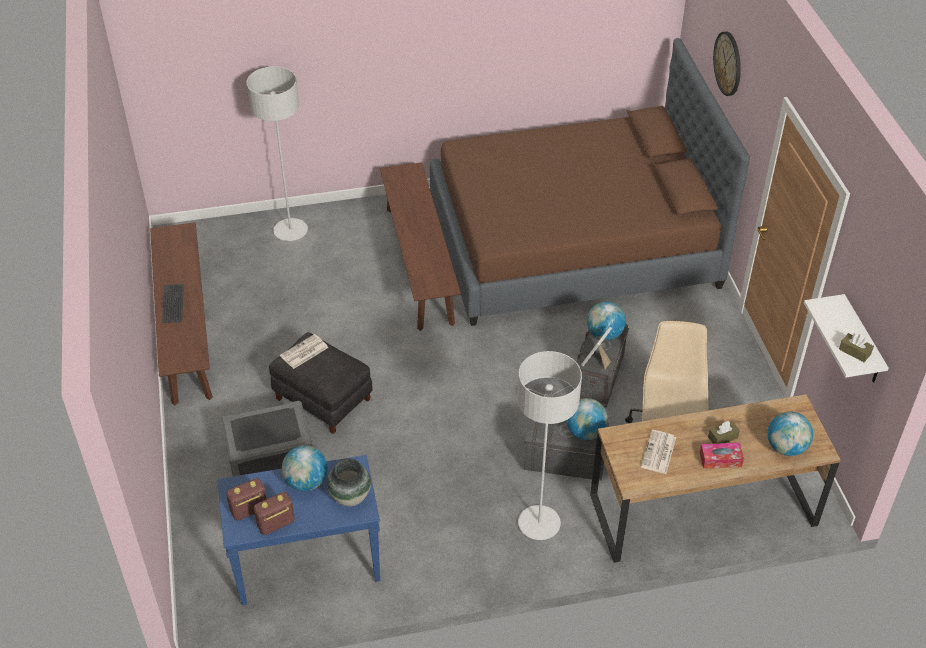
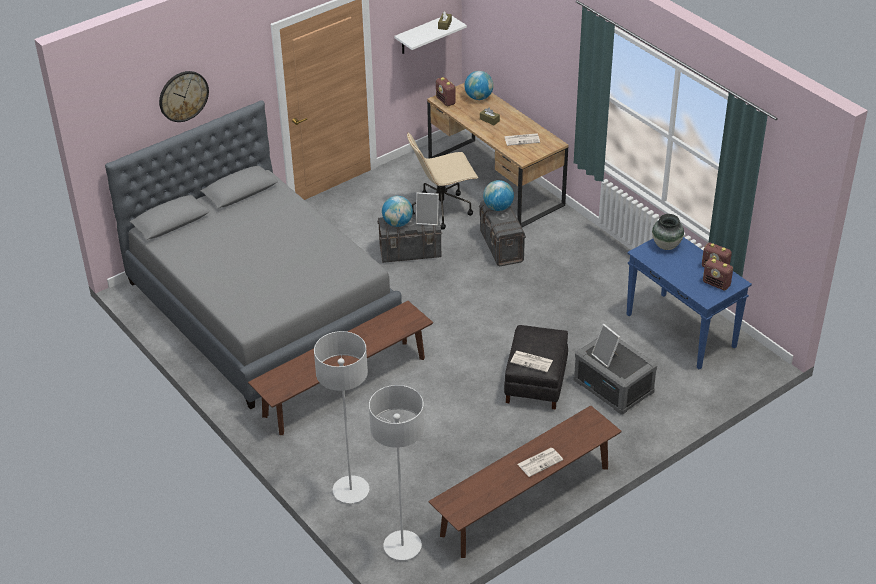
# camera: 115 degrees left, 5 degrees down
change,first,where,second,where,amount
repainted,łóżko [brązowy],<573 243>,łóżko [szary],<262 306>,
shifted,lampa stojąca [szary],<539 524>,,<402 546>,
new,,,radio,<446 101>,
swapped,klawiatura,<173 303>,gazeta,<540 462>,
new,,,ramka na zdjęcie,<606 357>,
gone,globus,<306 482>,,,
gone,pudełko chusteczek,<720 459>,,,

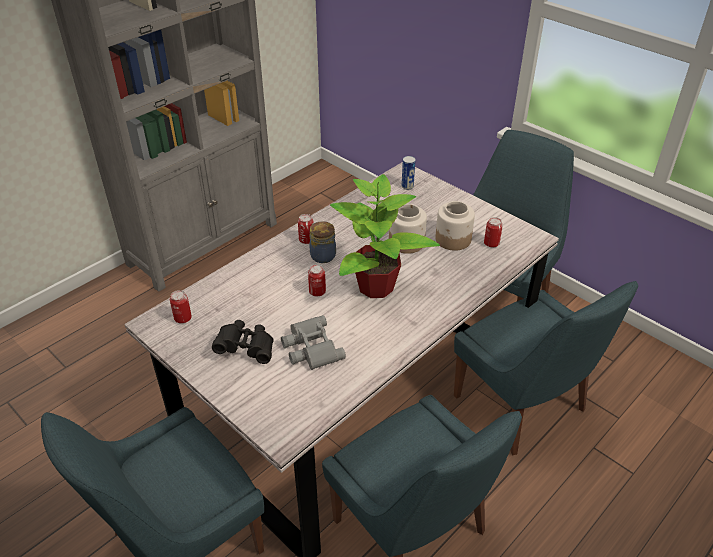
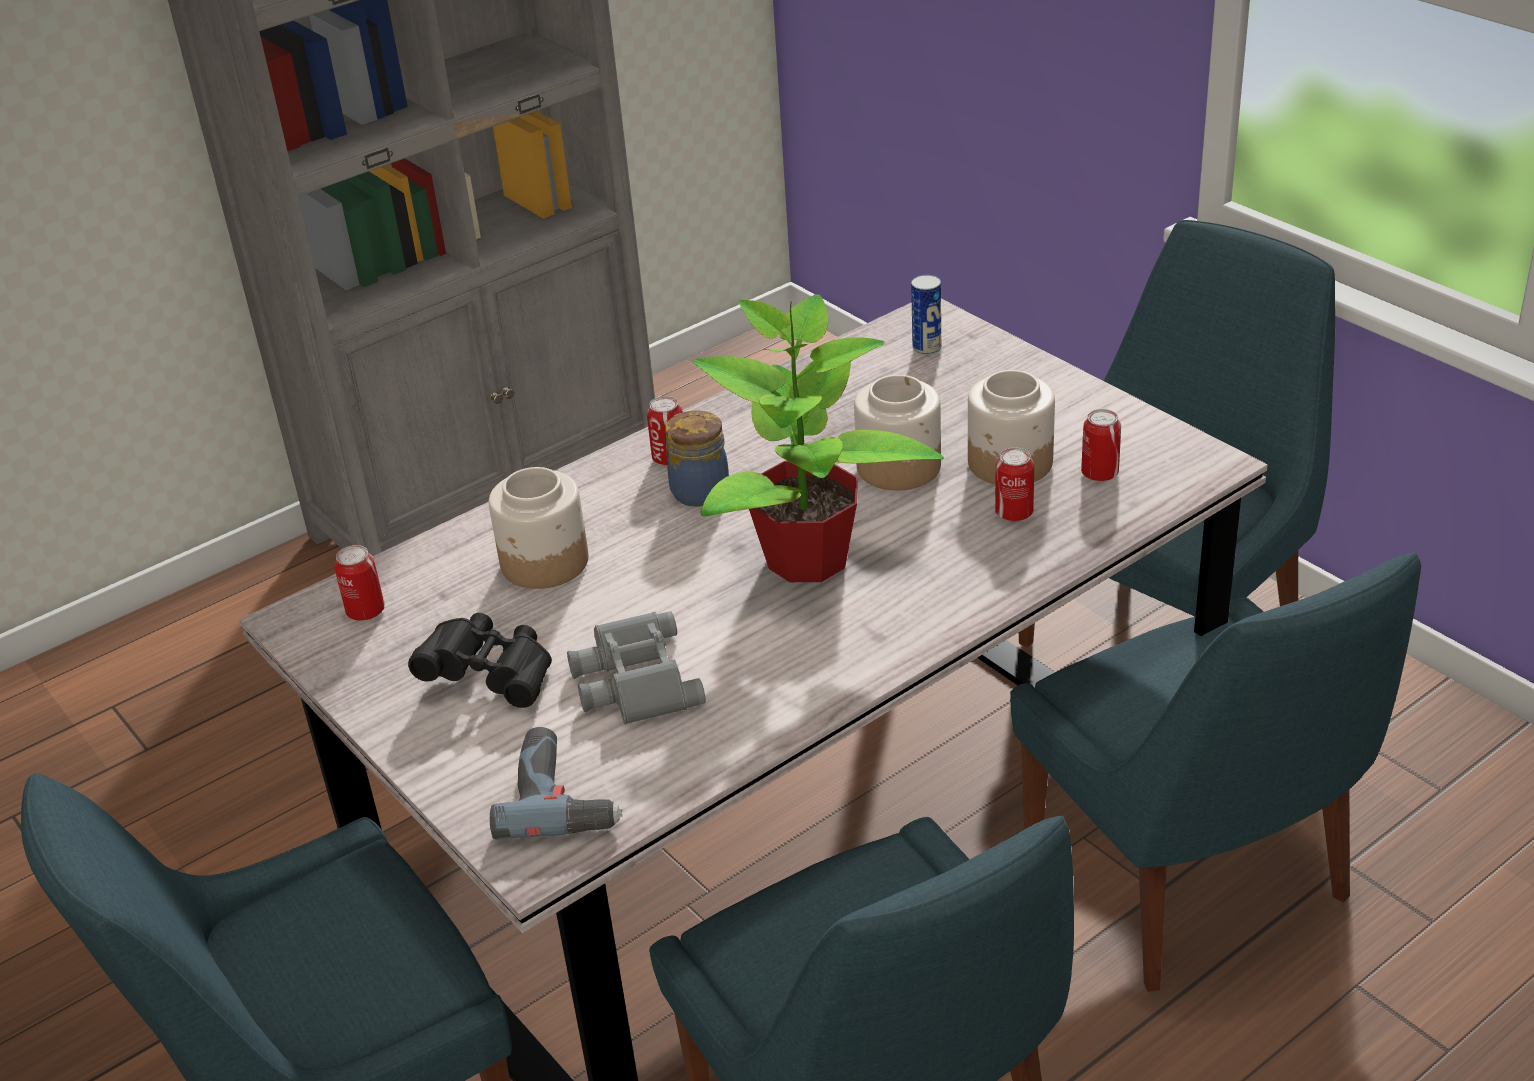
# camera: 10 degrees right, 5 degrees down
change,first,where,second,where,amount
new,,,słoik,<545 563>,
new,,,wiertarka,<562 795>,
shifted,puszka,<317 292>,,<1014 513>,

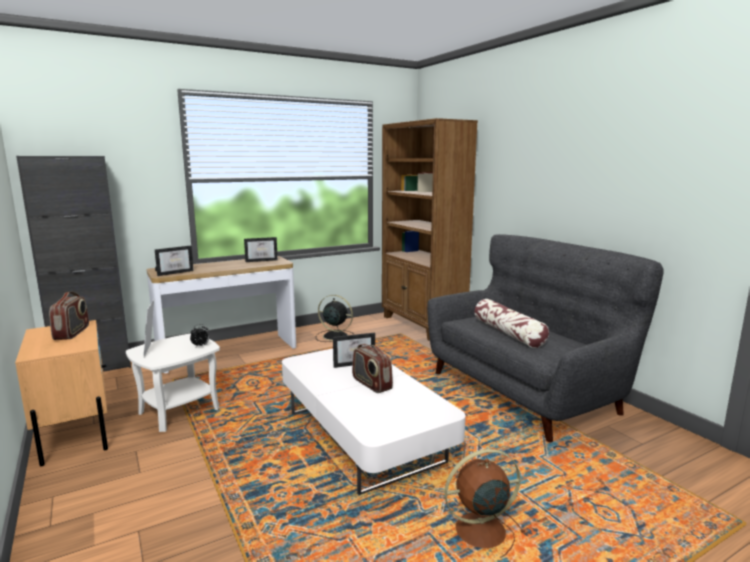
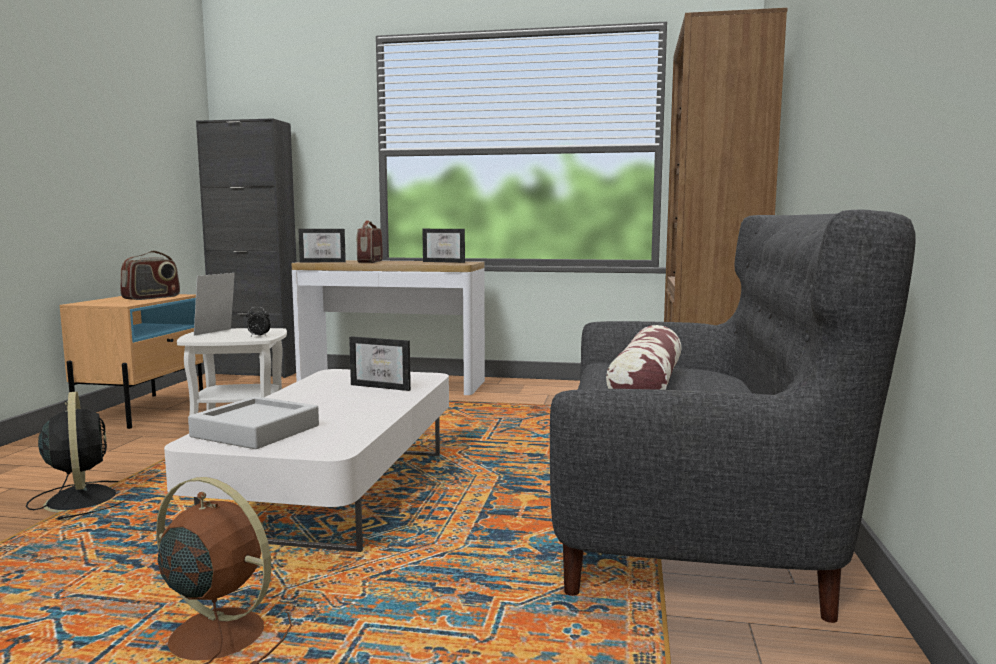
# camera: 40 degrees right, 5 degrees down
change,first,where,second,where,amount
shifted,wentylator [czarny],<334 336>,,<82 498>,
new,,,taca [szary],<256 431>,
shifted,radio,<371 384>,,<370 262>,

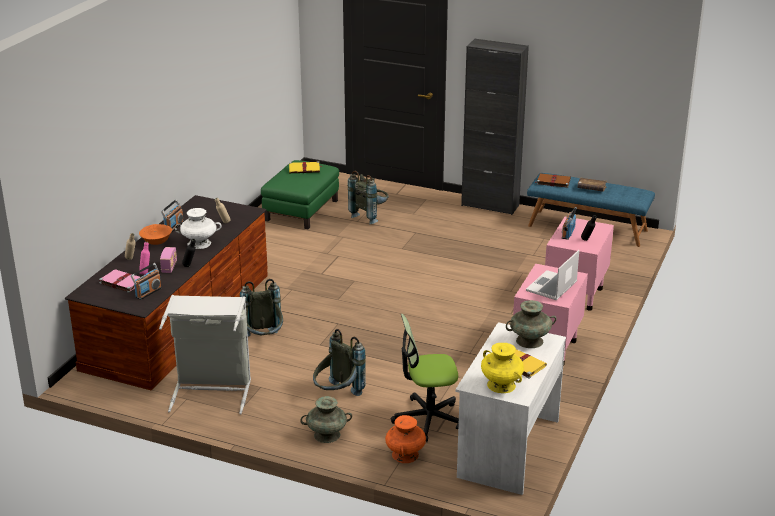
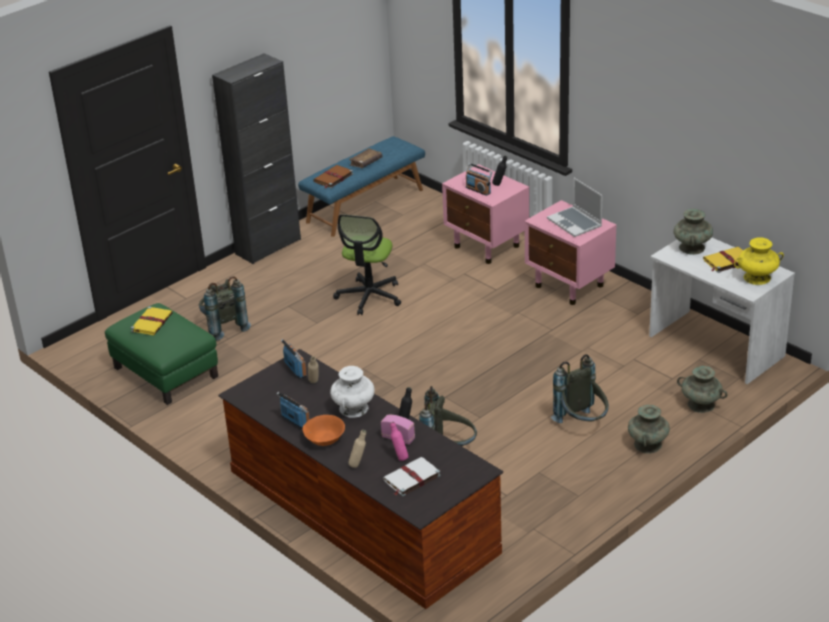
# camera: 65 degrees left, 5 degrees up
change,first,where,second,where,amount
shifted,radio,<148 292>,,<295 370>,
shifted,krzesło biurowe,<428 419>,,<369 297>,
repainted,książka [różowy],<121 282>,książka [biały],<411 478>,
repainted,wazon [pomarańczowy],<405 454>,wazon [turkusowy],<700 404>,
gone,kosz na pranie [szary],<212 390>,,,

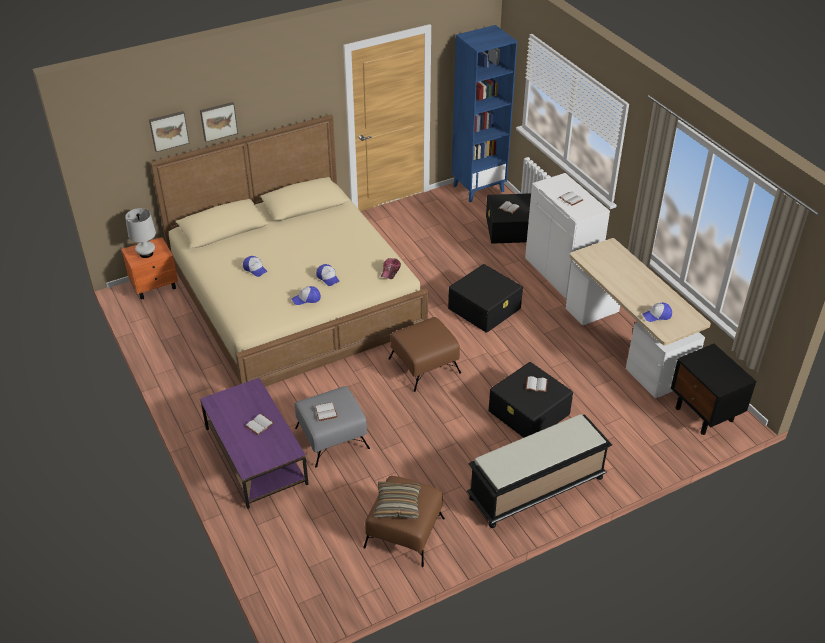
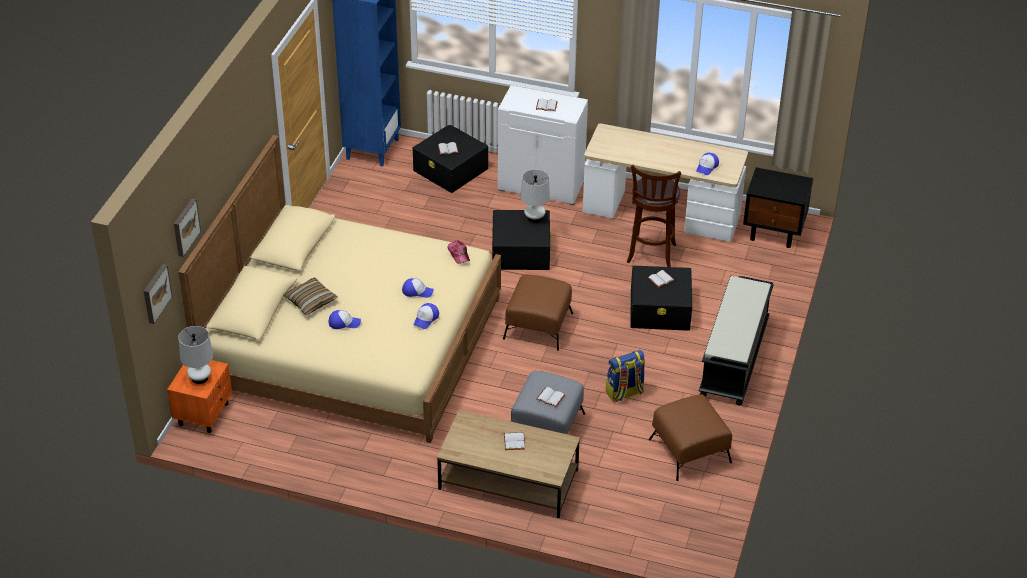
# camera: 45 degrees left, 0 degrees up
change,first,where,second,where,amount
shifted,obraz,<218 121>,,<155 293>,
shifted,poduszka,<398 505>,,<310 301>,
repainted,ława [fioletowy],<256 456>,ława [brązowy],<509 479>,
new,,,lampa stołowa [biały],<534 218>,
new,,,plecak,<624 393>,
new,,,stołek [brązowy],<651 255>,

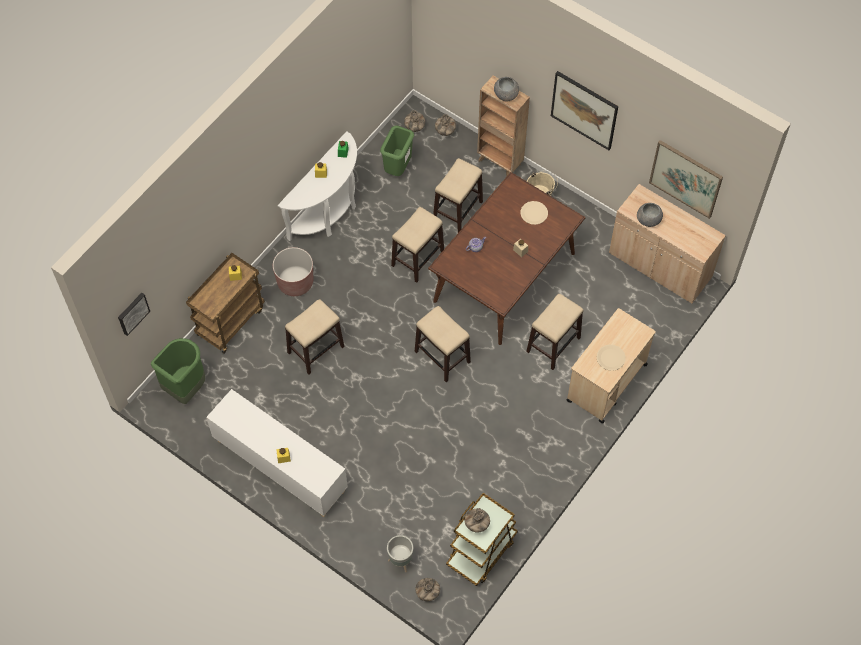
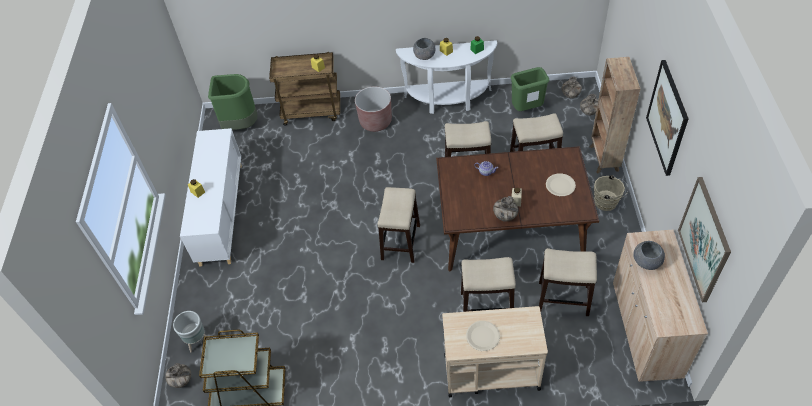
# camera: 55 degrees right, 10 degrees down
change,first,where,second,where,amount
shifted,miska [szary],<506 95>,,<424 56>,
shifted,wazon,<476 524>,,<504 216>,
shifted,stołek,<315 350>,,<563 298>,
gone,obraz,<132 313>,,,

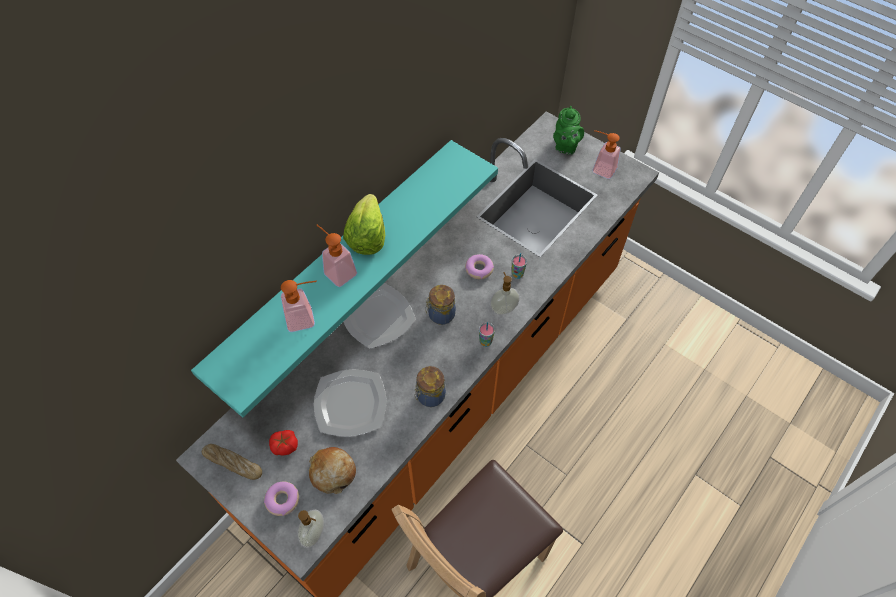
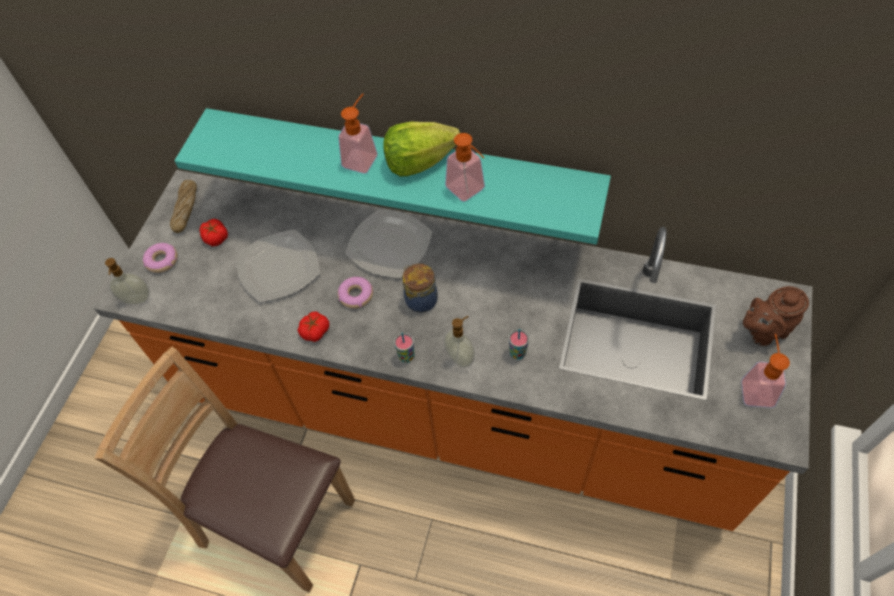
# camera: 70 degrees right, 0 degrees up
change,first,where,second,where,amount
swapped,słoik,<429 396>,pomidor,<315 331>,
shifted,donut,<479 269>,,<356 295>,
shifted,dozownik mydła,<306 318>,,<469 192>,
repainted,imbryk [zielony],<565 147>,imbryk [brązowy],<763 331>,
gone,chleb,<332 472>,,,

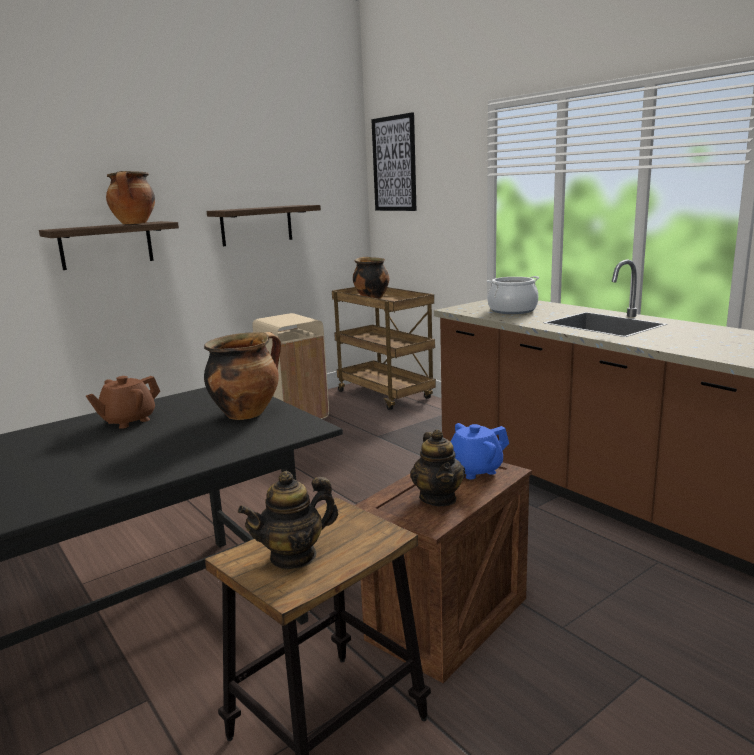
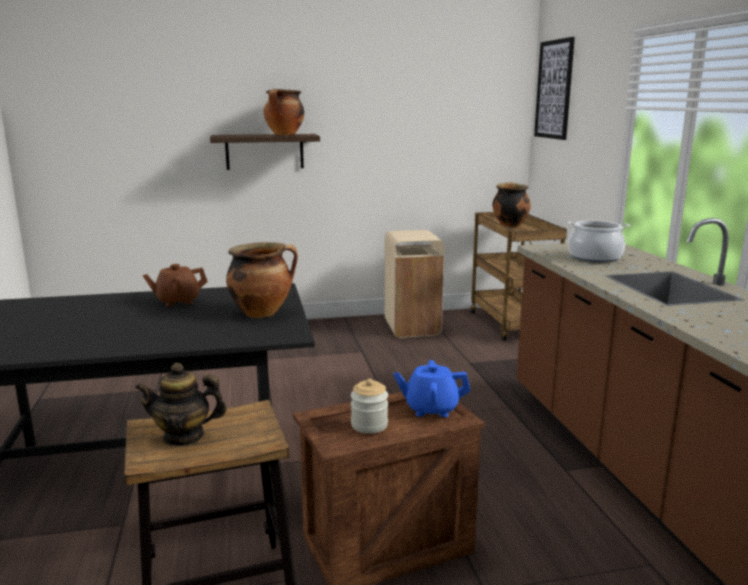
# camera: 25 degrees right, 0 degrees up
change,first,where,second,where,amount
swapped,imbryk,<438 498>,słoik,<369 425>,
gone,półka,<256 225>,,,

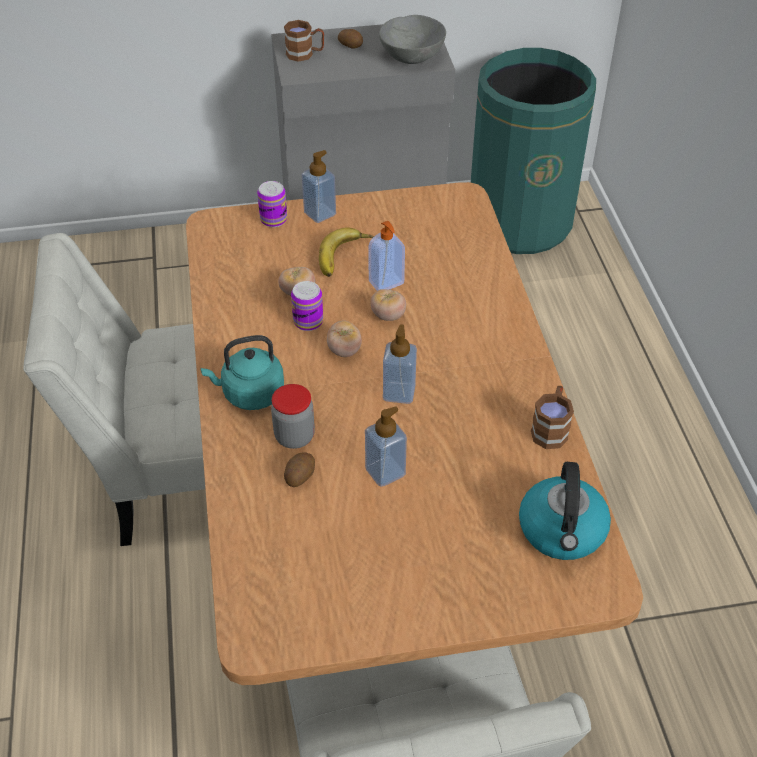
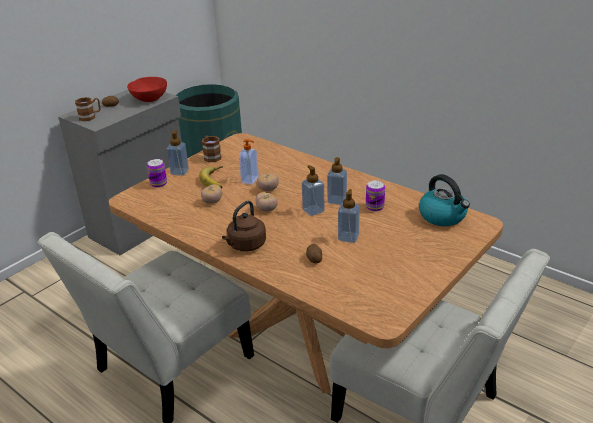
# camera: 40 degrees left, 15 degrees down
change,first,where,second,where,amount
repainted,miska [szary],<411 56>,miska [czerwony],<149 99>,
shifted,kubek [brązowy],<551 428>,,<211 156>,
repainted,czajnik [turkusowy],<250 394>,czajnik [brązowy],<245 245>,
new,,,dozownik mydła,<337 200>,
shifted,puszka,<308 321>,,<374 207>,
gone,słoik,<294 436>,,,

